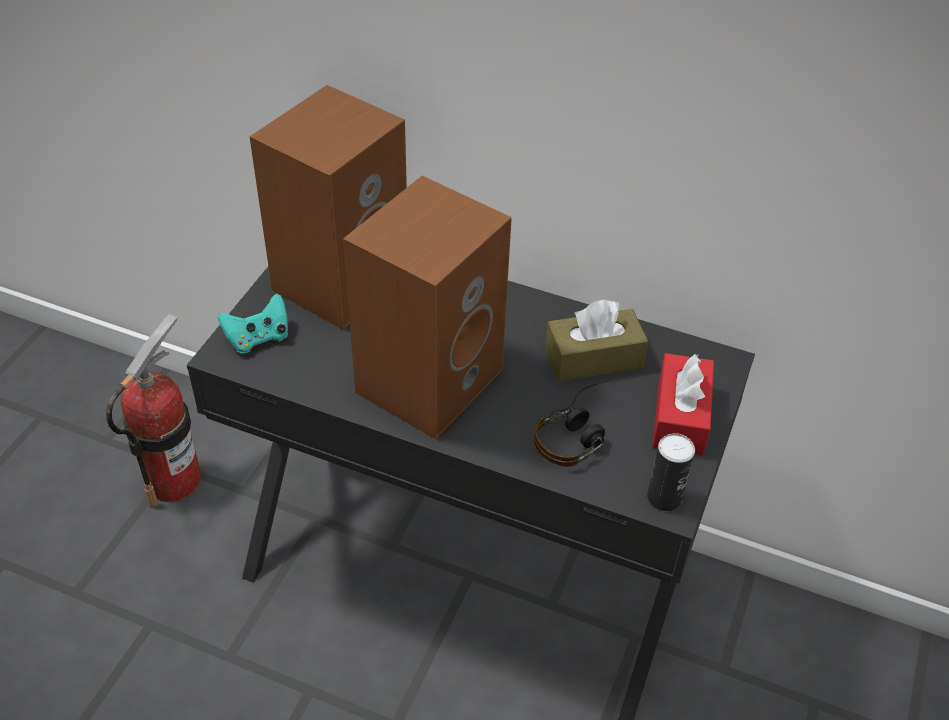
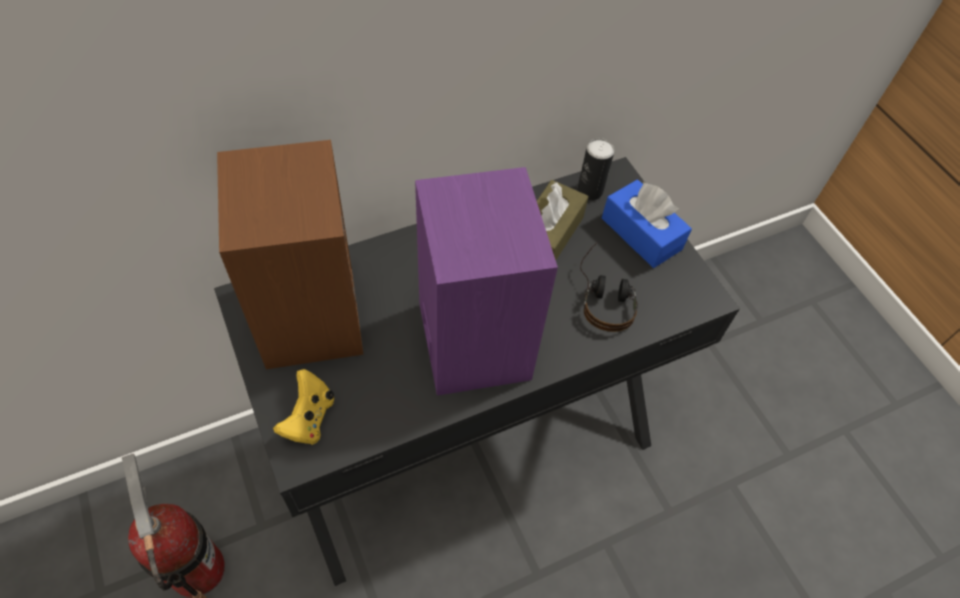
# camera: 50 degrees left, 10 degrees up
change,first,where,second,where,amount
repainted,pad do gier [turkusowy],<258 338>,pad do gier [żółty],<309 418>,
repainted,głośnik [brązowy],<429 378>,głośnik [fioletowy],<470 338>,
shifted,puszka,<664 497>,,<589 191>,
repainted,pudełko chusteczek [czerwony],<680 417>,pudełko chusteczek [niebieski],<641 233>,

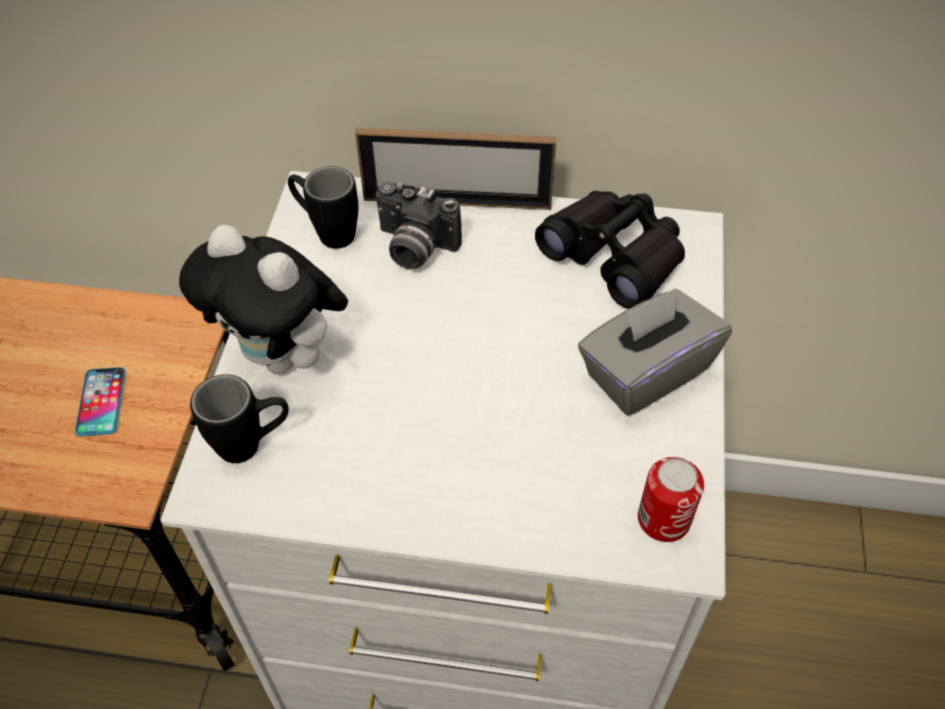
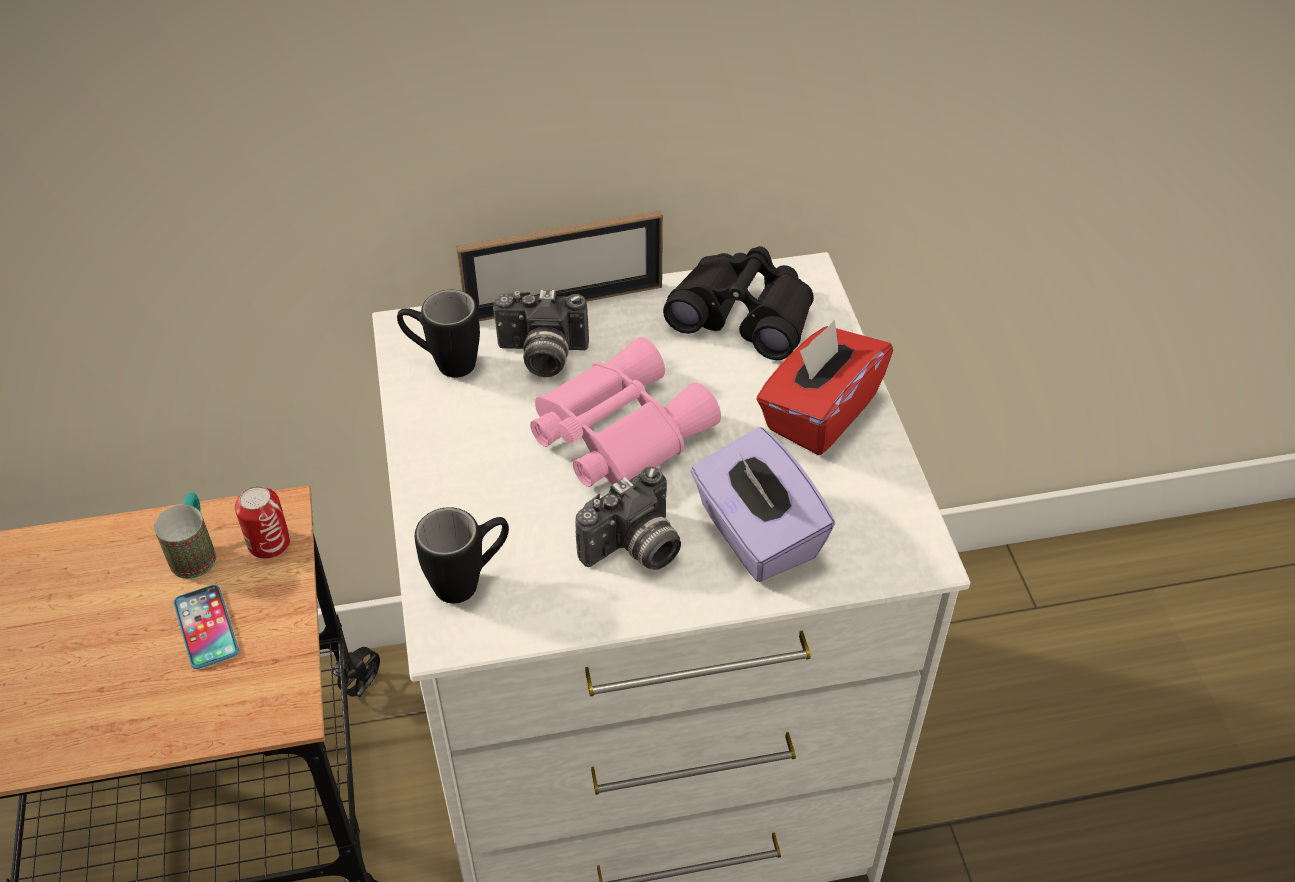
# camera: 20 degrees left, 5 degrees down
change,first,where,second,where,amount
new,,,kubek,<195 551>,
shifted,puszka,<663 519>,,<269 543>,
new,,,lornetka [różowy],<616 430>,
new,,,aparat fotograficzny,<635 550>,
new,,,pudełko chusteczek [fioletowy],<756 534>,
repainted,pudełko chusteczek [szary],<645 372>,pudełko chusteczek [czerwony],<819 413>,
gone,pluszak,<284 357>,,,

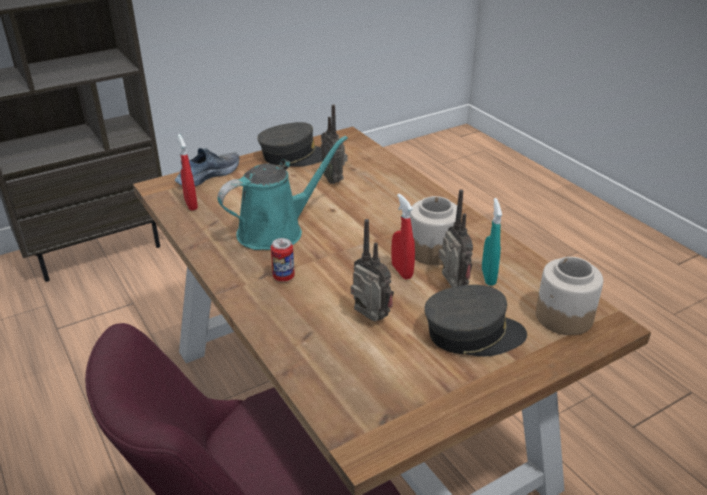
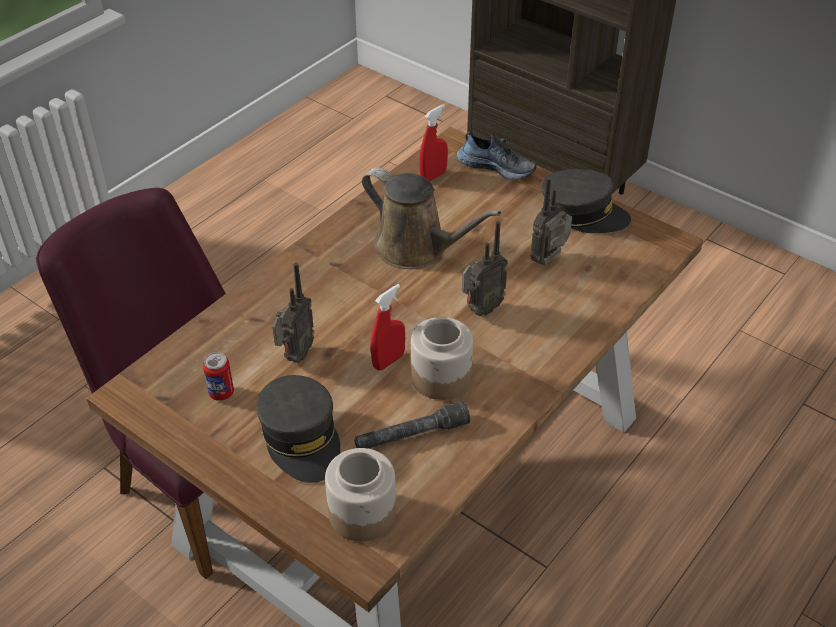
# camera: 70 degrees right, 10 degrees up
change,first,where,second,where,amount
shifted,puszka,<283 277>,,<221 393>,
swapped,spryskiwacz [turkusowy],<488 277>,latarka [szary],<411 435>,
repainted,konewka [turkusowy],<276 231>,konewka [brązowy],<417 248>,
shifted,radio,<451 287>,,<481 309>,
rotated,czapka z daszkiem [szary],<294 156>,,<583 213>,45 degrees counterclockwise

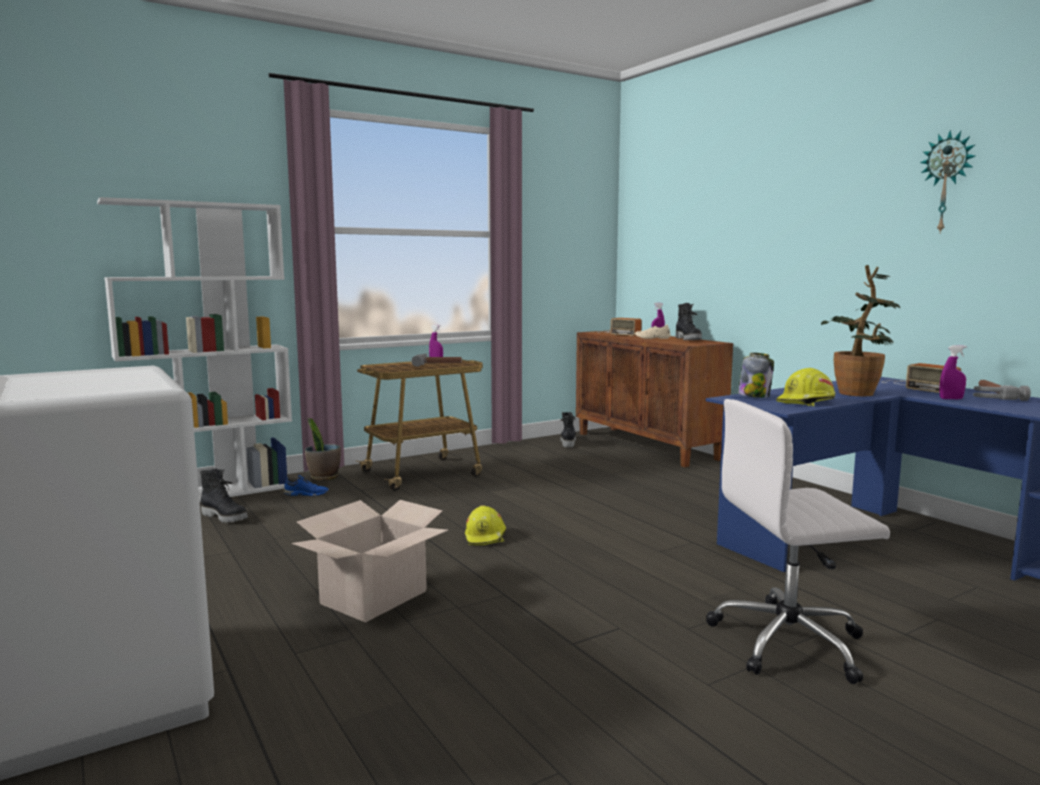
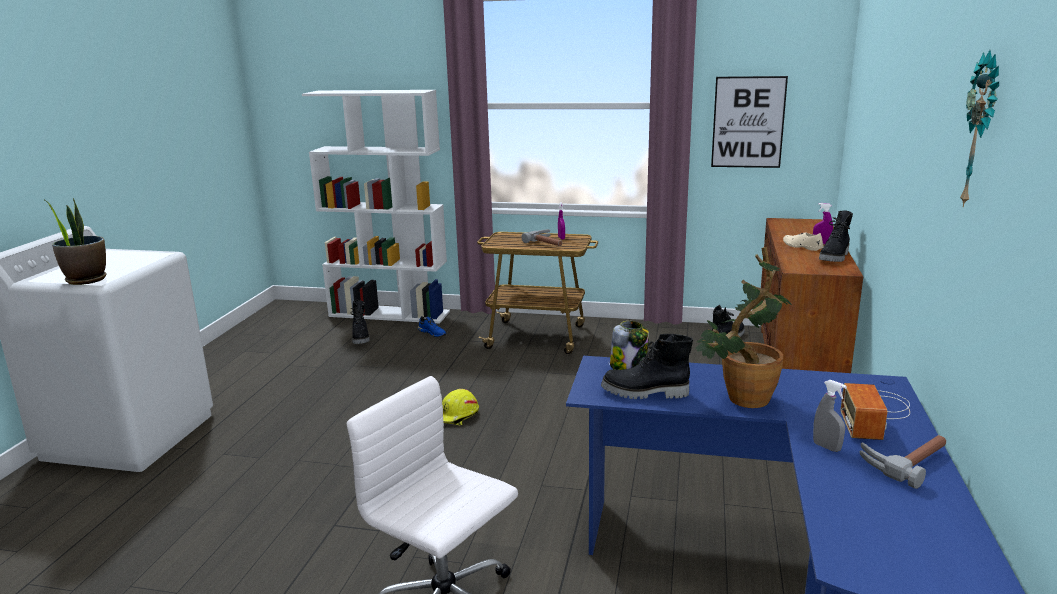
# camera: 45 degrees right, 10 degrees up
change,first,where,second,where,amount
shifted,roślina doniczkowa,<324 477>,,<86 280>,
swapped,kask [żółty],<806 402>,but z cholewką [czarny],<645 393>,
new,,,obraz,<748 122>,
repainted,spryskiwacz [fioletowy],<951 399>,spryskiwacz [szary],<826 447>,
gone,karton,<373 597>,,,
gone,radio,<618 333>,,,

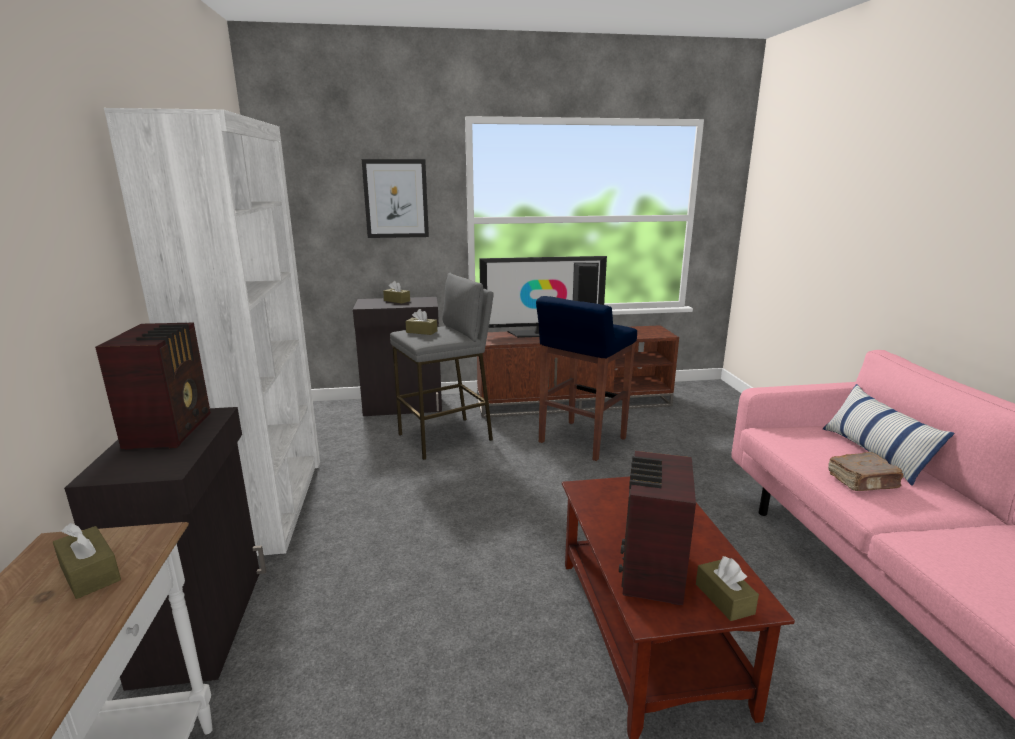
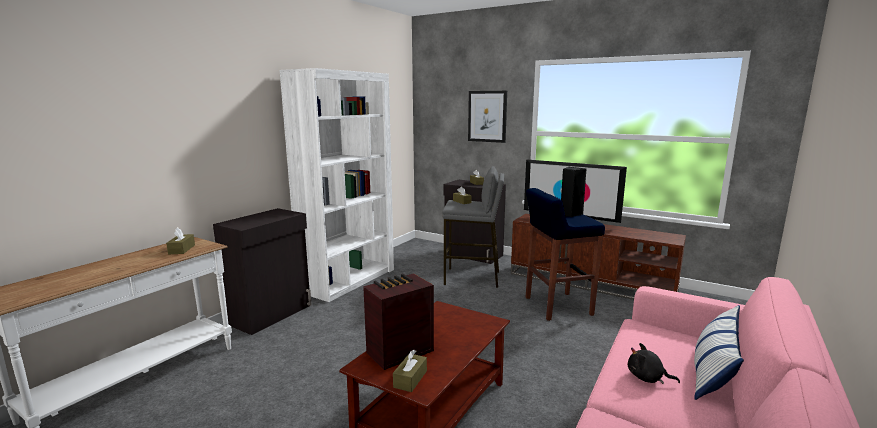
# camera: 40 degrees right, 5 degrees down
change,first,where,second,where,amount
swapped,książka [brązowy],<863 482>,pluszak [czarny],<647 378>,
gone,radio,<172 430>,,,

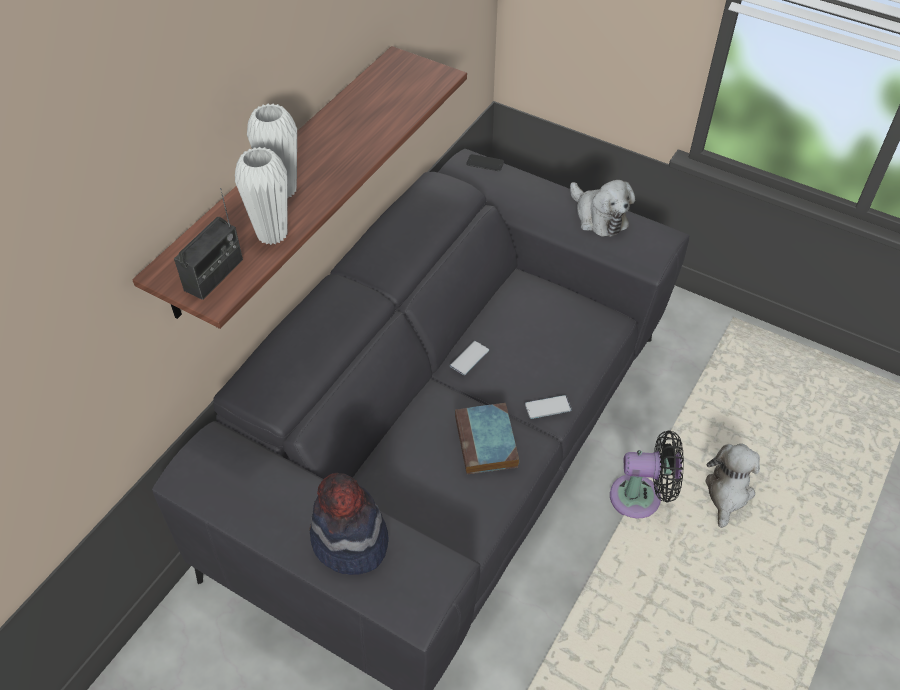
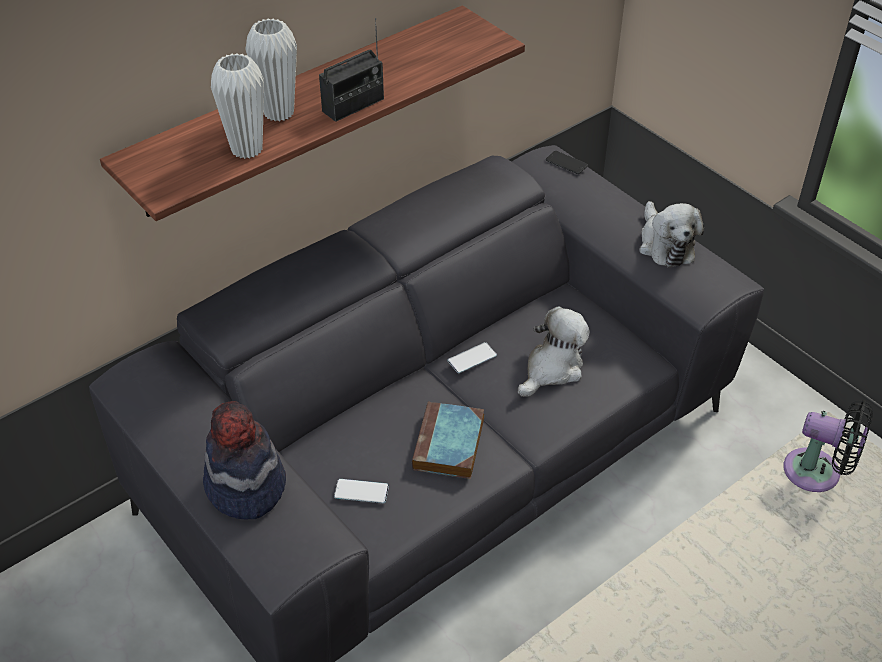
# camera: 20 degrees right, 5 degrees down
change,first,where,second,where,amount
shifted,radio,<214 275>,,<353 105>,
shifted,telefon,<548 407>,,<361 491>,
shifted,pluszak,<728 492>,,<552 368>,
shifted,wentylator [czarny],<641 497>,,<818 473>,

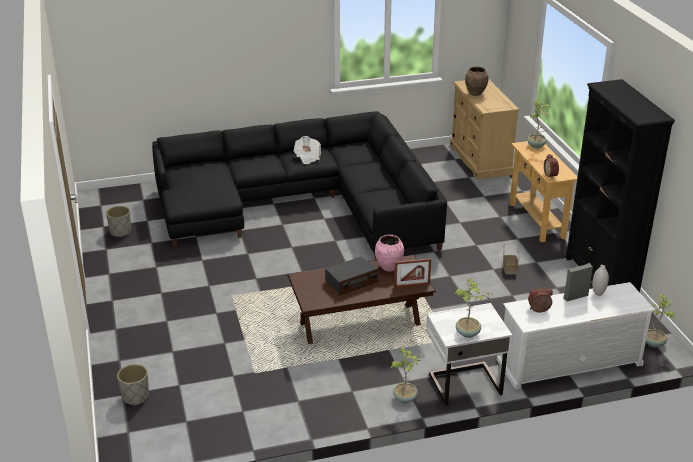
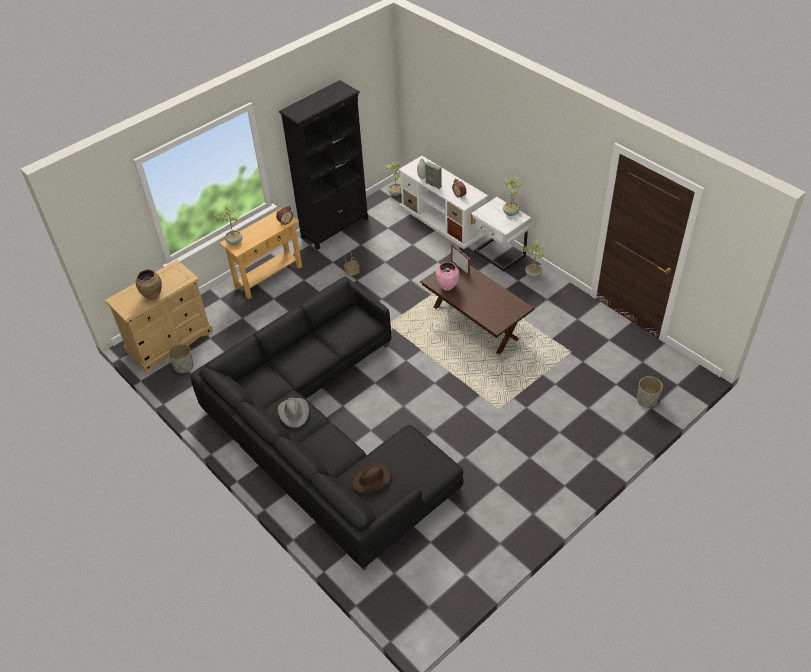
# camera: 115 degrees left, 15 degrees up
change,first,where,second,where,amount
shifted,donica [szary],<120 232>,,<184 366>,
swapped,gazeta,<307 157>,kapelusz [szary],<294 413>,
new,,,kapelusz [brązowy],<371 479>,
gone,radio,<351 282>,,,

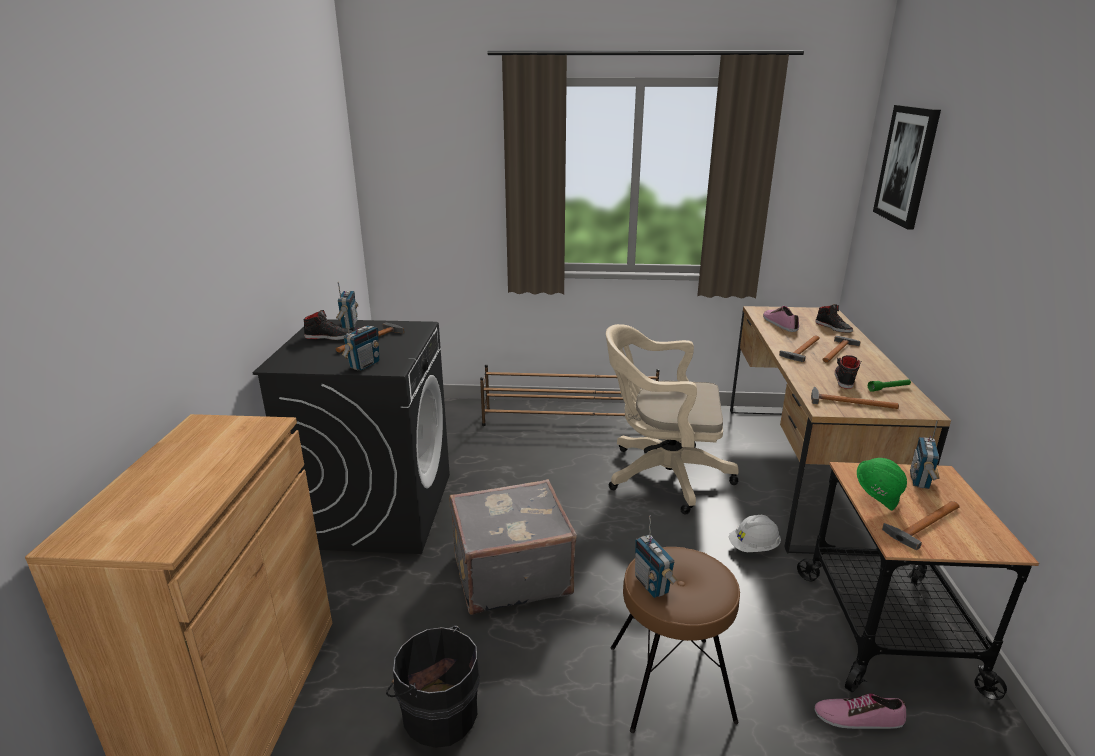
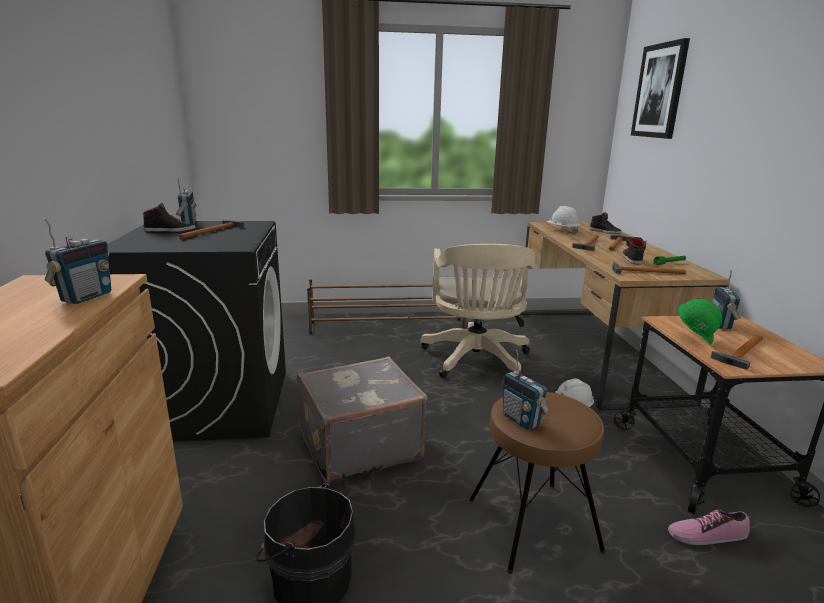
# camera: 10 degrees left, 5 degrees down
change,first,where,second,where,amount
shifted,radio,<364 365>,,<86 297>,
rotated,krzesło biurowe [beżowy],<661 475>,,<476 361>,90 degrees counterclockwise
swapped,but,<780 323>,kask [biały],<562 230>,

